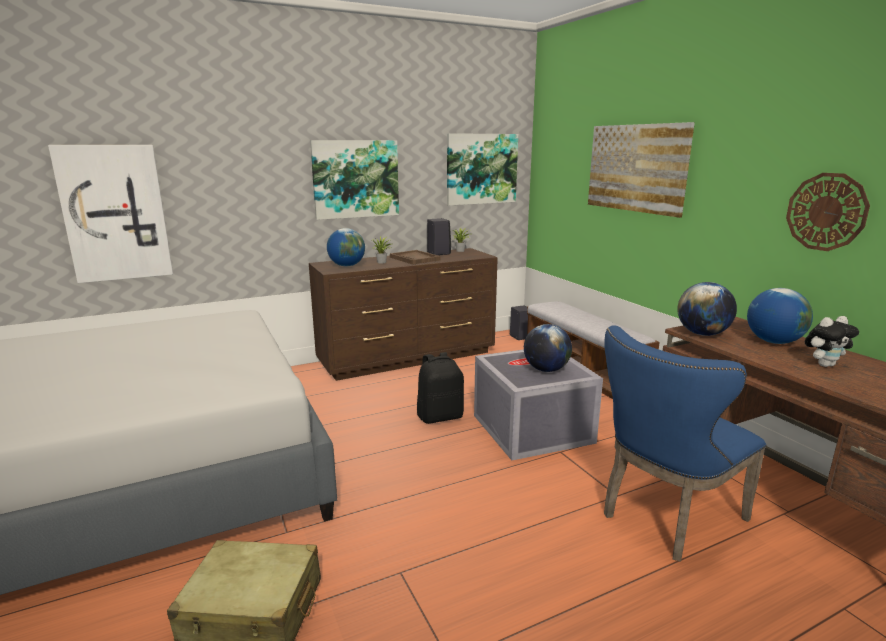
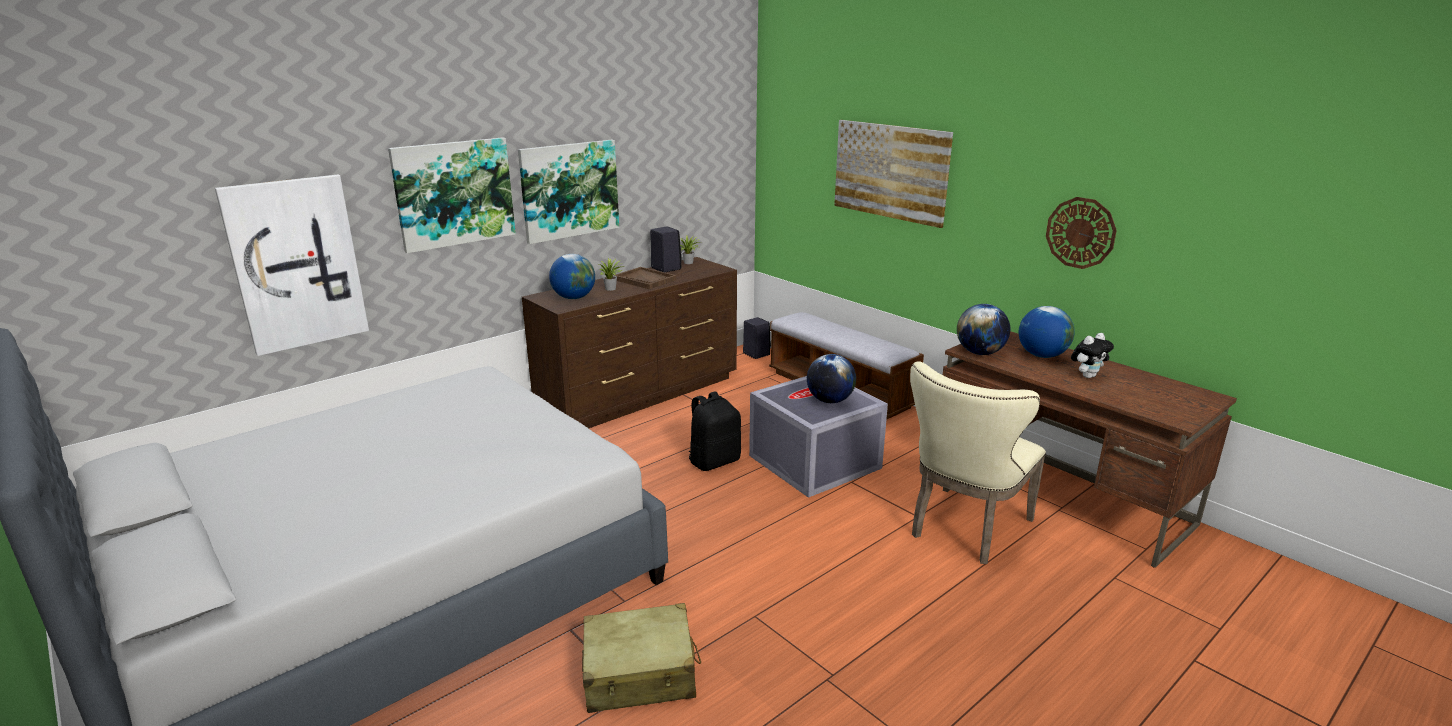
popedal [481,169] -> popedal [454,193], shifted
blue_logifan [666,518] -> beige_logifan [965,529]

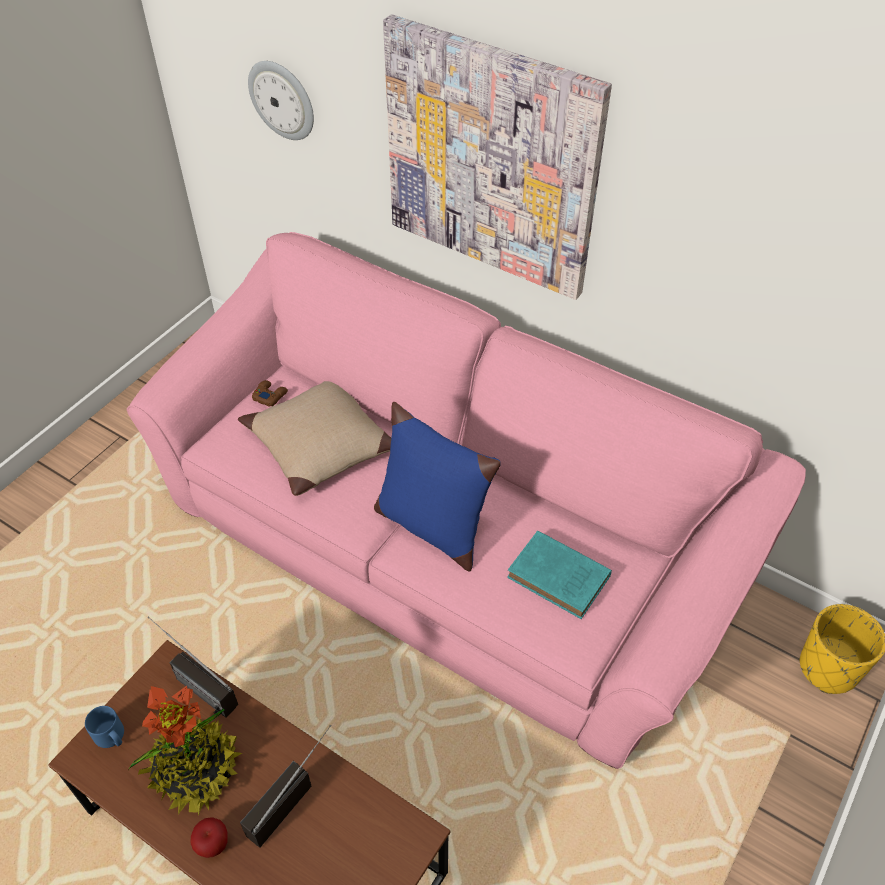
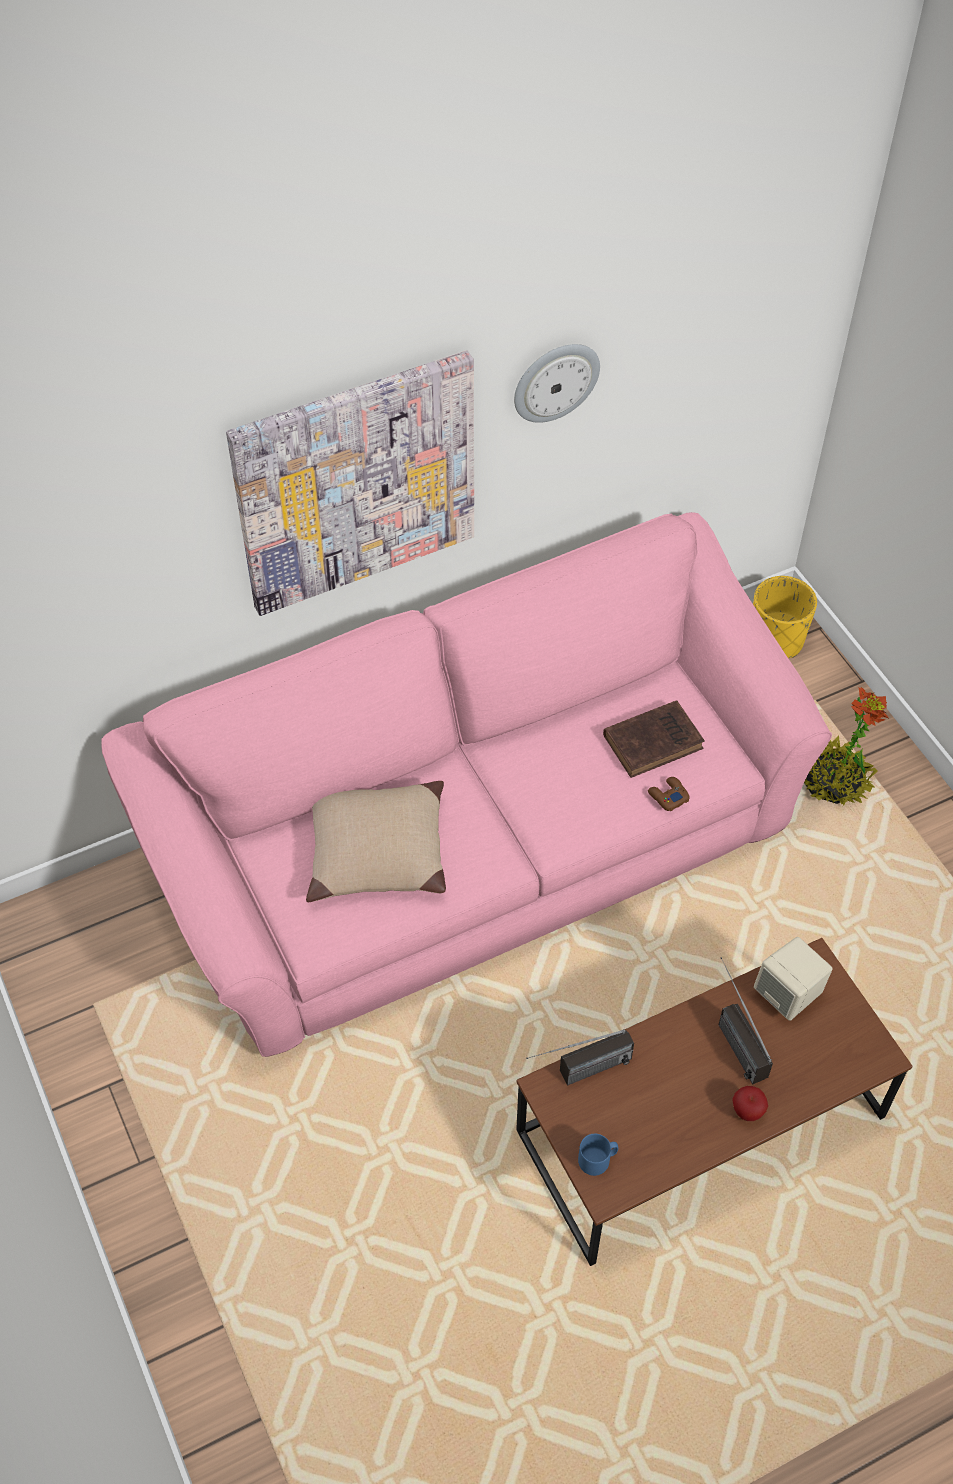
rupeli [196,770] -> rupeli [834,782], shifted
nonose [282,100] -> nonose [555,381], shifted
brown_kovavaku [270,396] -> brown_kovavaku [668,796], shifted
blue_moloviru [431,526] -> none
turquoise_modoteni [561,578] -> brown_modoteni [655,741]
none -> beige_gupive [788,995]

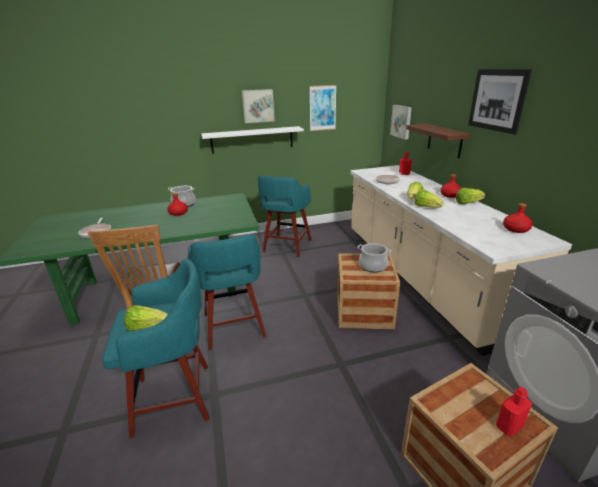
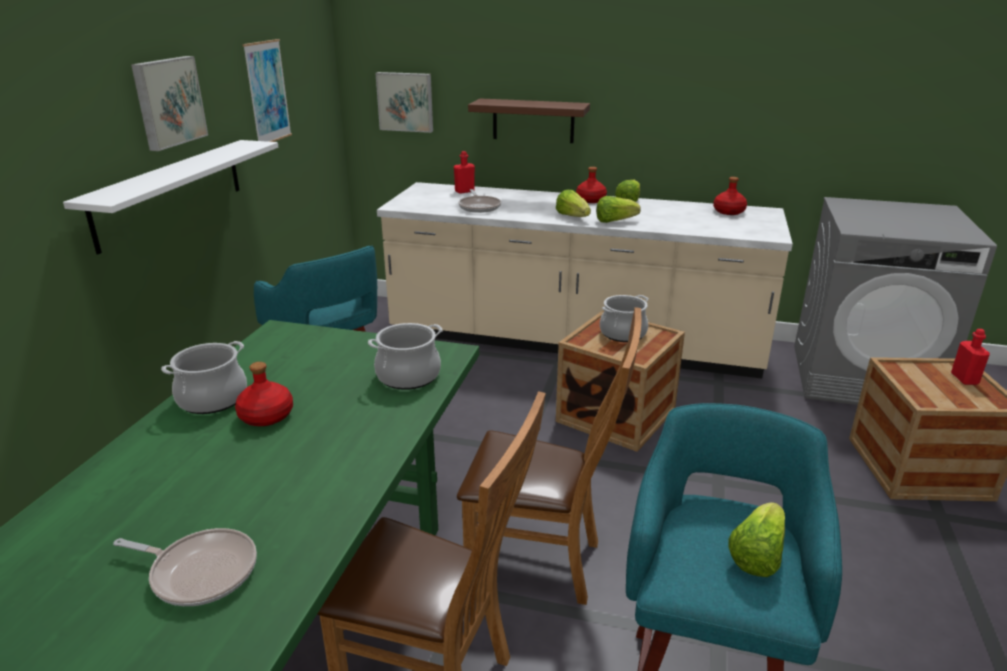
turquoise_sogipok [234,327] -> brown_logifan [543,563]
popedal [497,100] -> none
none -> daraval [408,376]

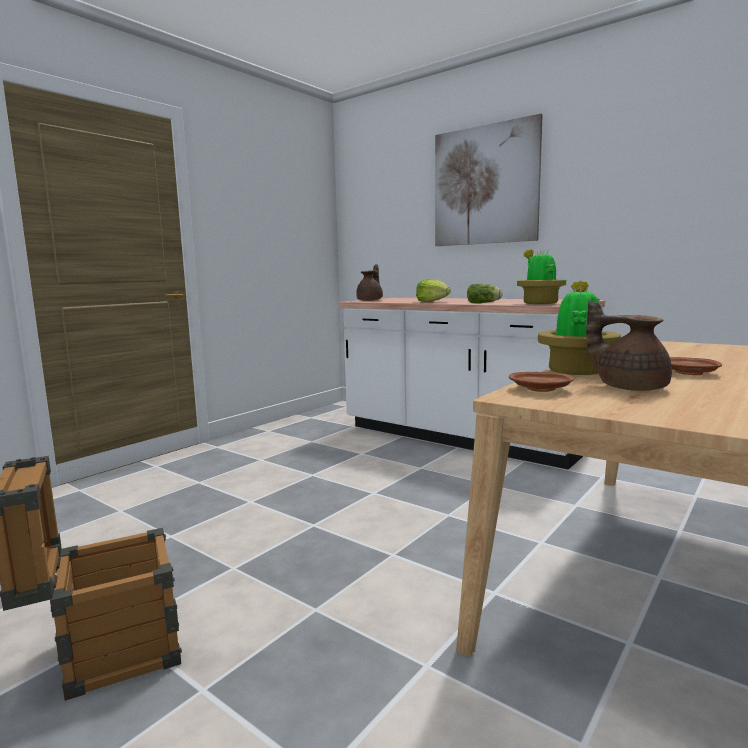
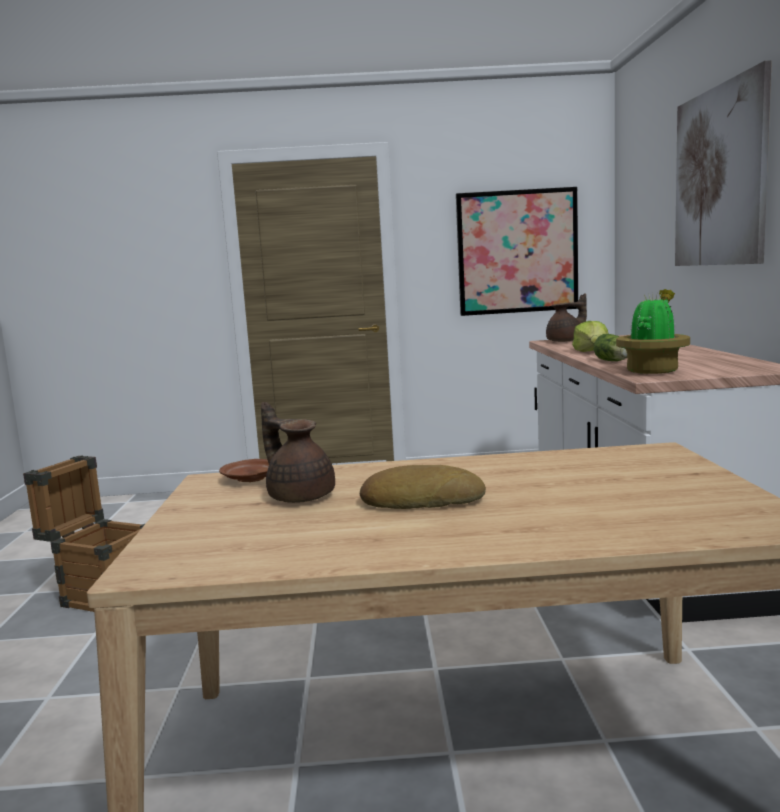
rupeli [576,371] -> none
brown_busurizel [629,387] -> brown_busurizel [300,496], 45 degrees counterclockwise
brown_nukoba [688,373] -> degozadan [421,500]
none -> popedal [517,252]

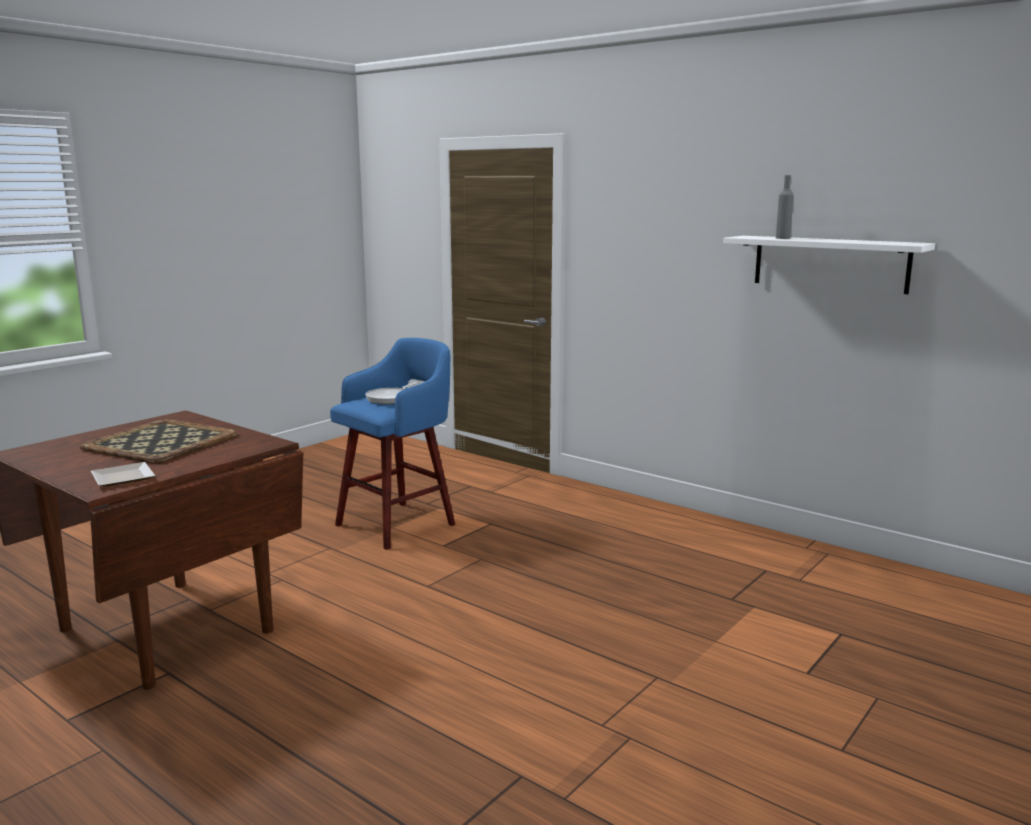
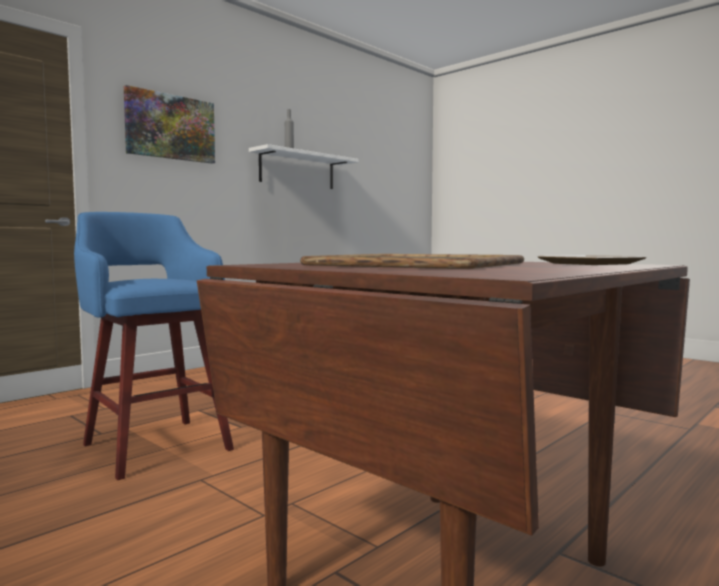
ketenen [391,398] -> none
none -> popedal [170,127]

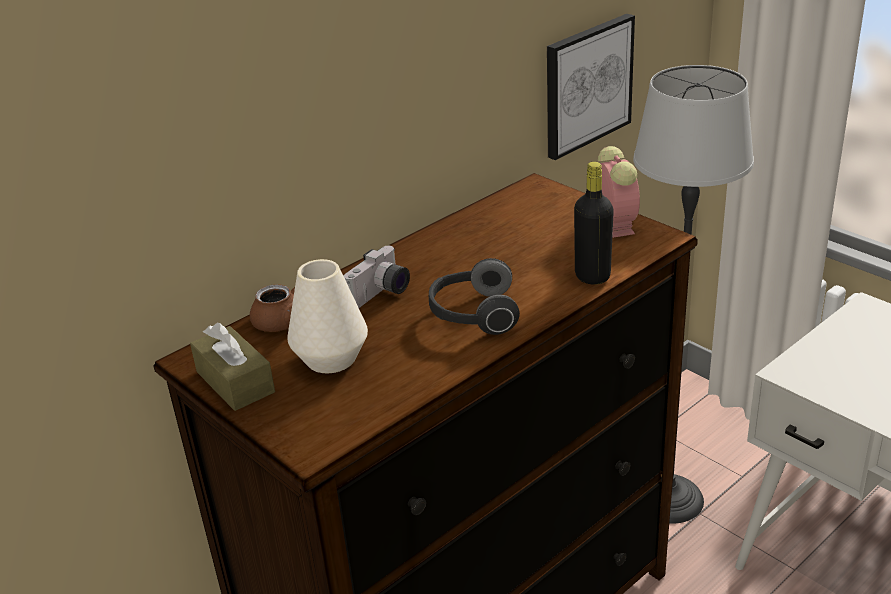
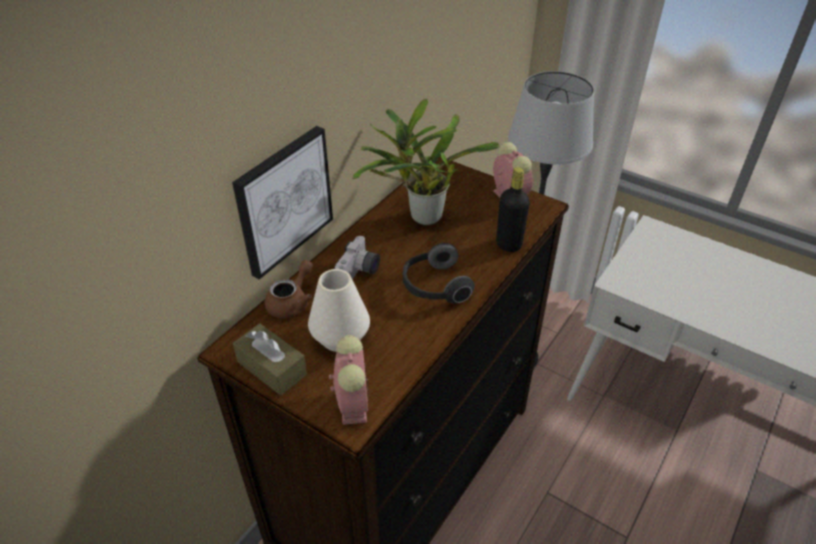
popedal [587,85] -> popedal [283,201], shifted
none -> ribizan [352,402]
none -> rupeli [421,217]

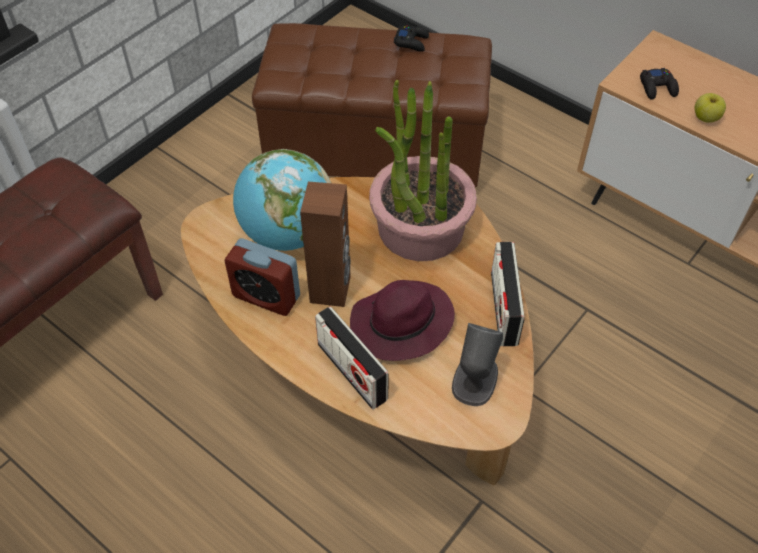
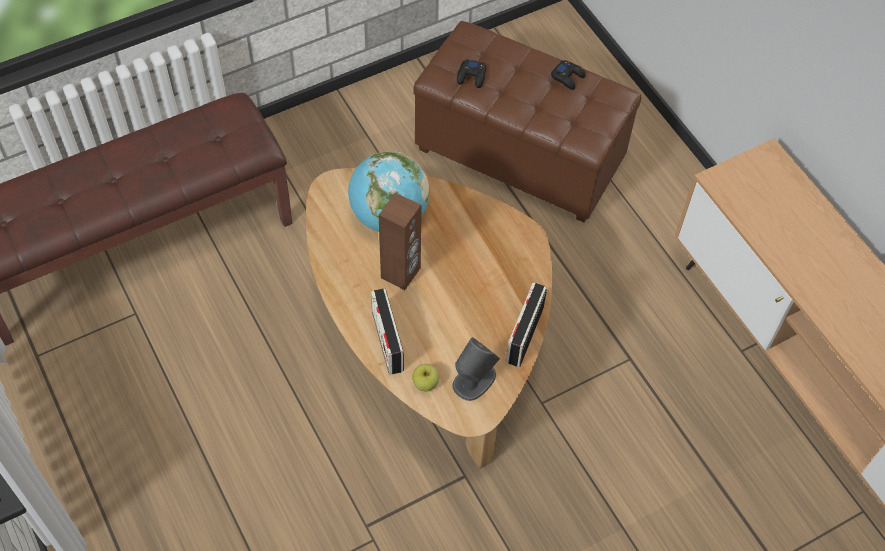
ribizan [266,296] -> none
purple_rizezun [400,325] -> none
rupeli [420,228] -> none
black_kovavaku [657,87] -> black_kovavaku [471,76], shifted
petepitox [706,118] -> petepitox [425,383], shifted

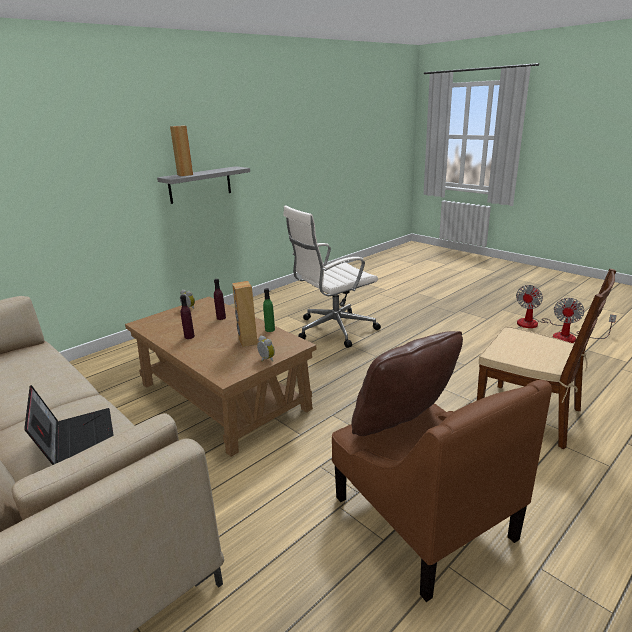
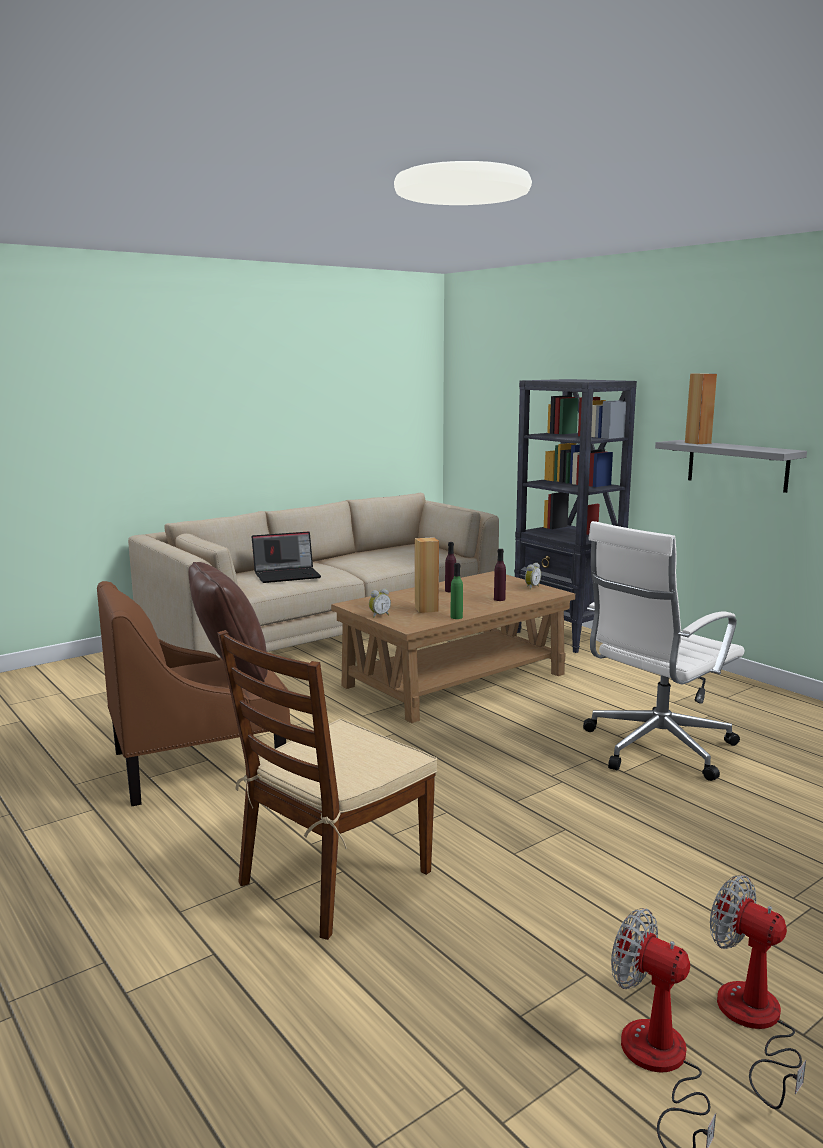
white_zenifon [333,330] -> white_zenifon [655,748], 105 degrees counterclockwise
none -> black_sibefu [567,636]

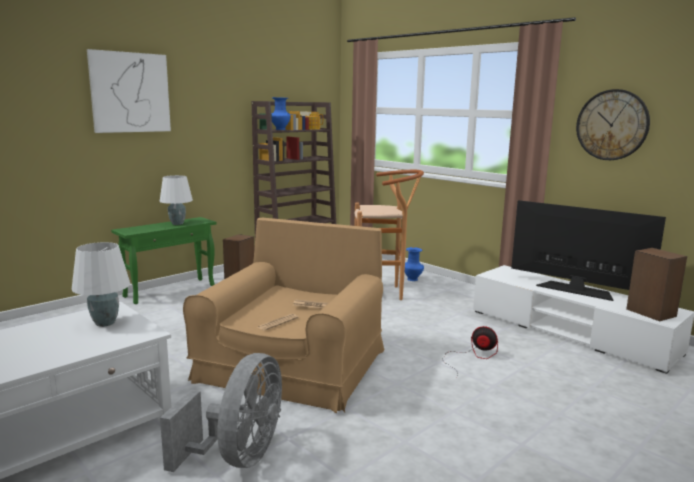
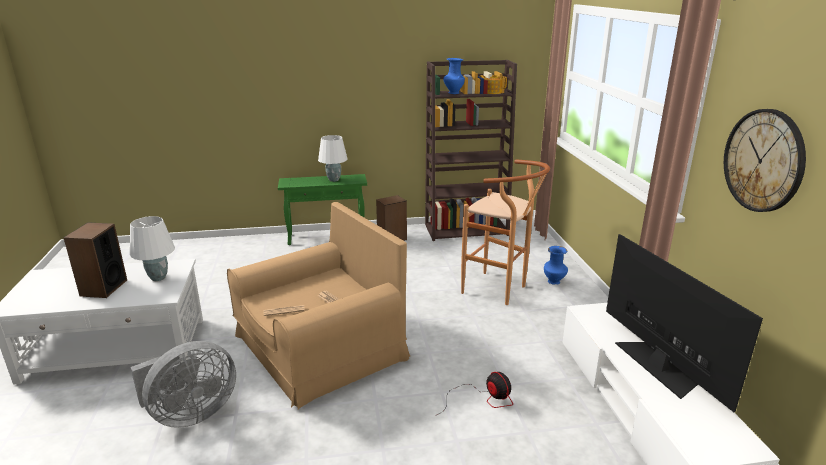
popedal [130,92] -> none
gupive [651,313] -> gupive [103,288], shifted

